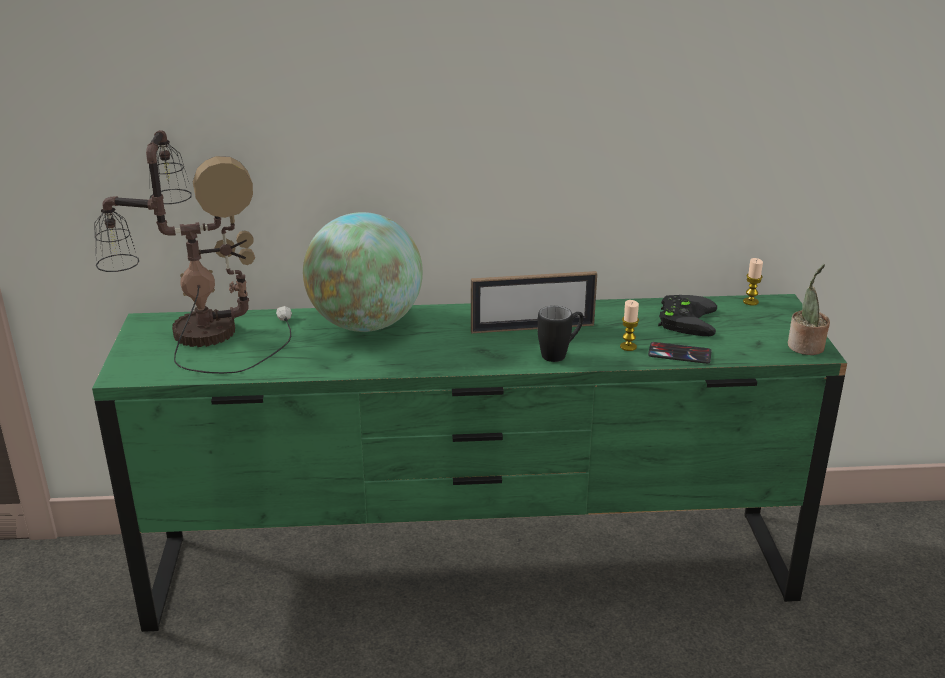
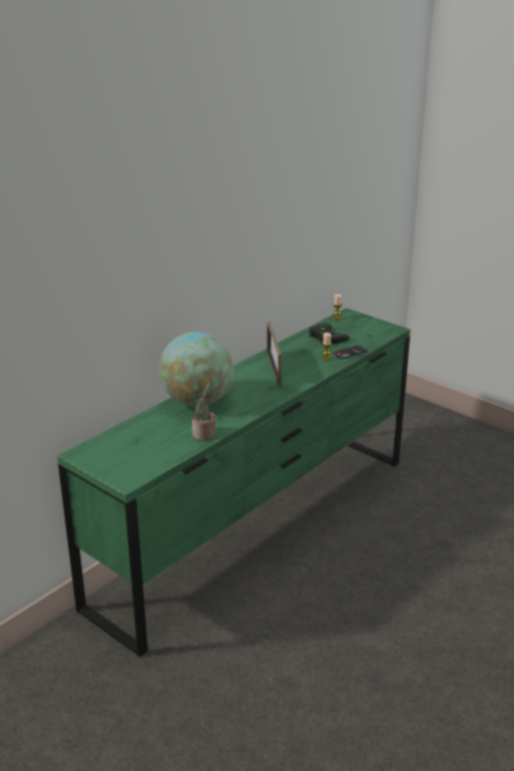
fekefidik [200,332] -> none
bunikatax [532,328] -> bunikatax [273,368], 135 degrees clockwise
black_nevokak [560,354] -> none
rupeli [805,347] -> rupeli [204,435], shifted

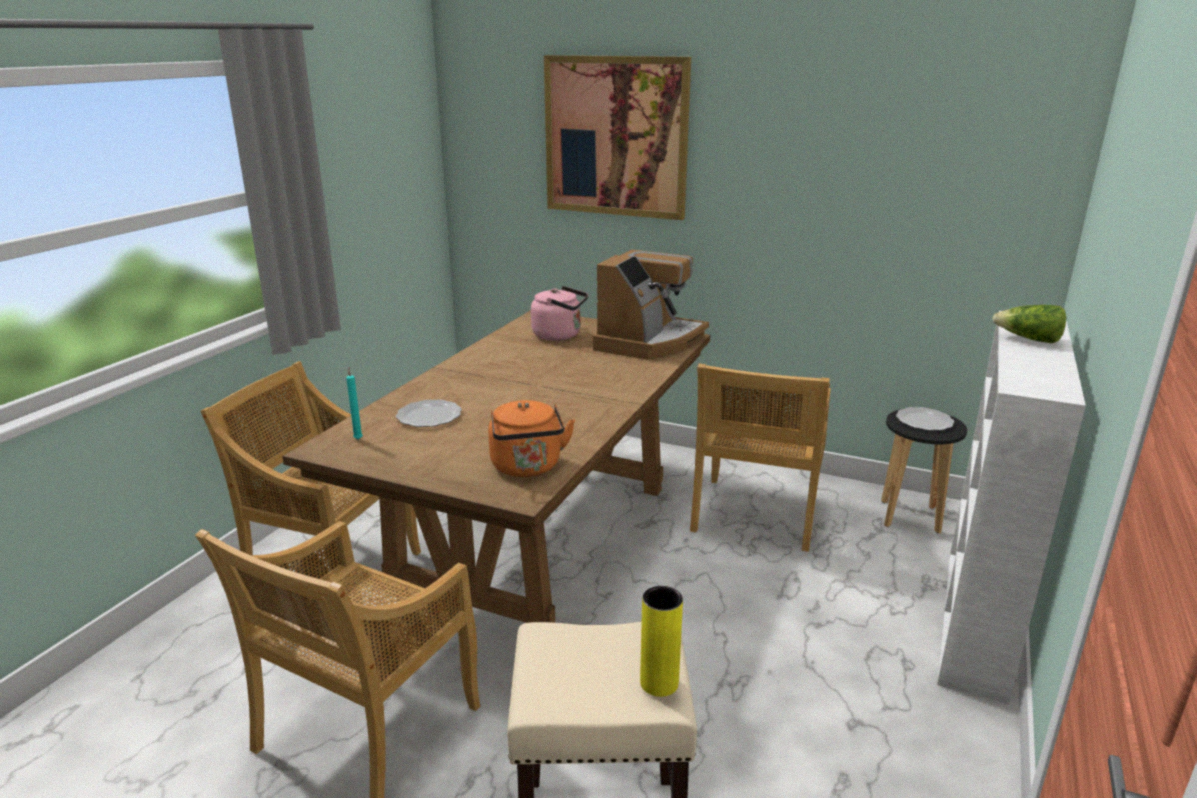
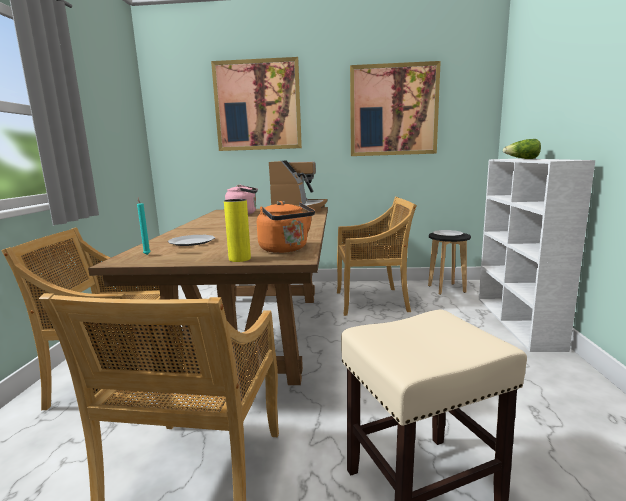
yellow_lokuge [659,683] -> yellow_lokuge [239,259], shifted
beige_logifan [755,515] -> beige_logifan [372,301], 90 degrees counterclockwise
none -> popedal [393,110]

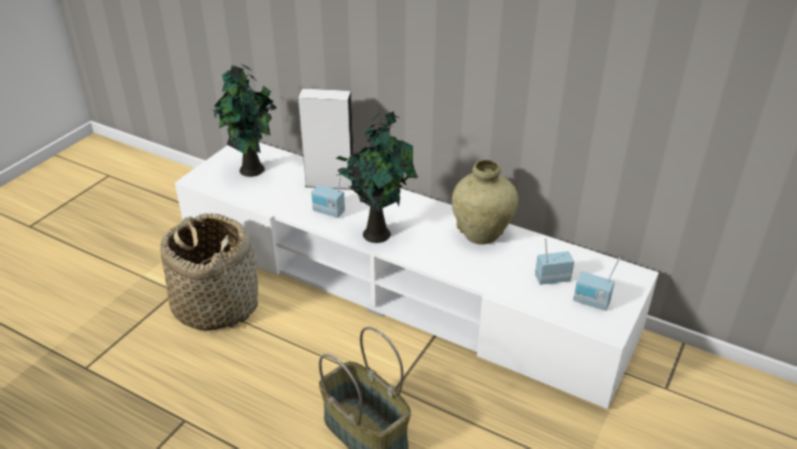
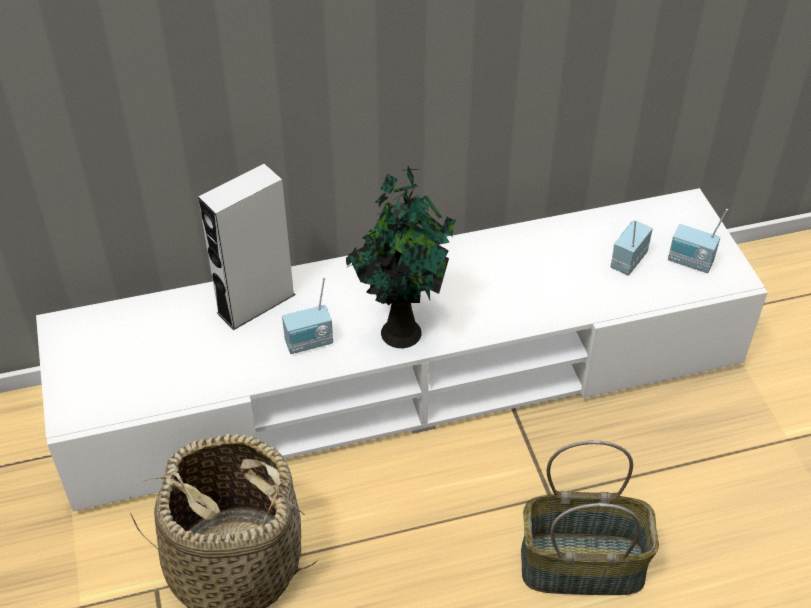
rupeli [253,171] -> none
beige_lokuge [482,234] -> none
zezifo [591,303] -> zezifo [690,263], 45 degrees clockwise

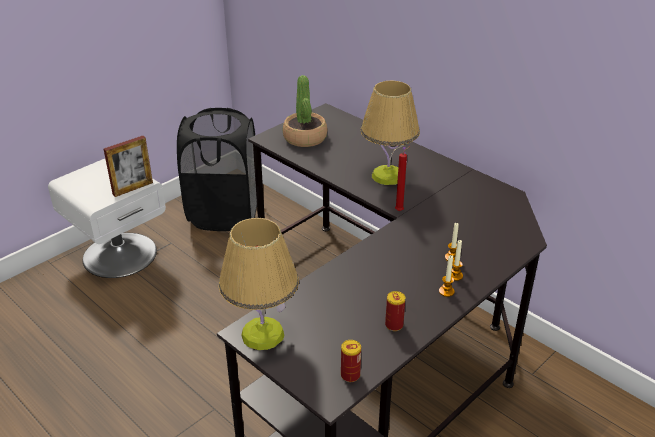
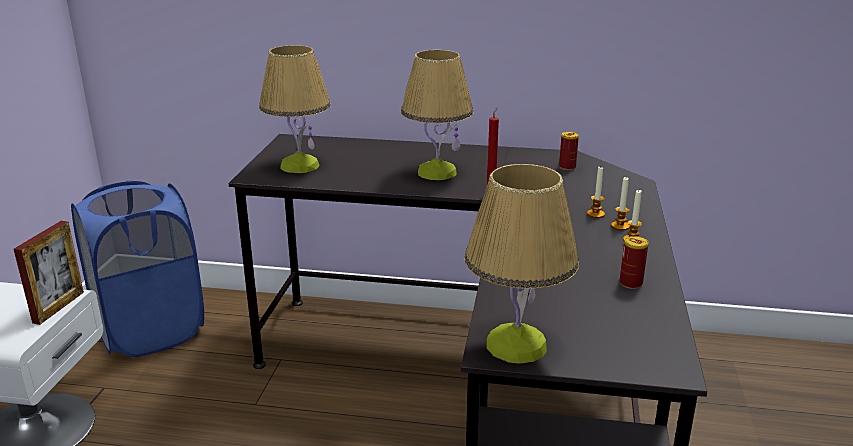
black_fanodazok [224,213] -> blue_fanodazok [150,330]
rupeli [305,138] -> fekefidik [299,165]
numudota [350,375] -> numudota [567,167], shifted

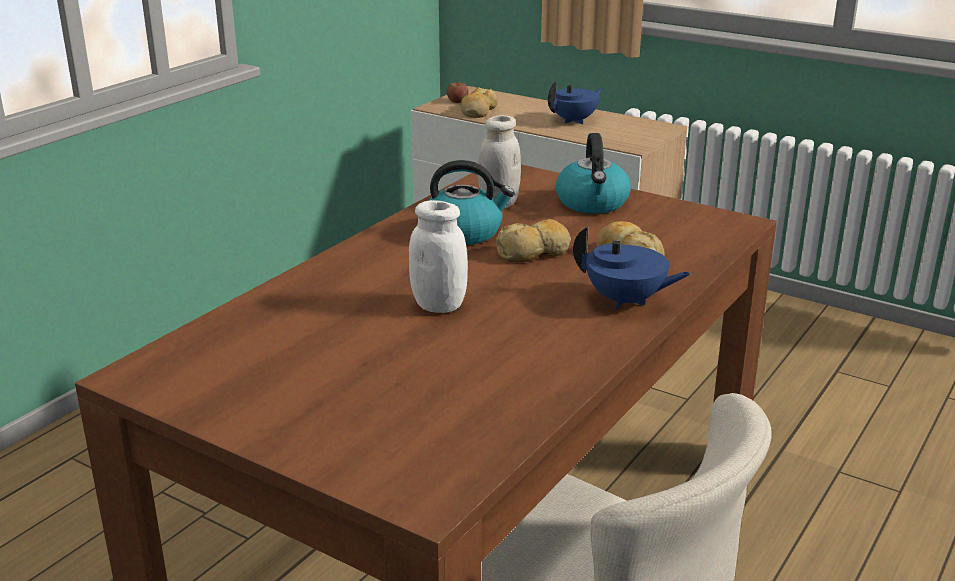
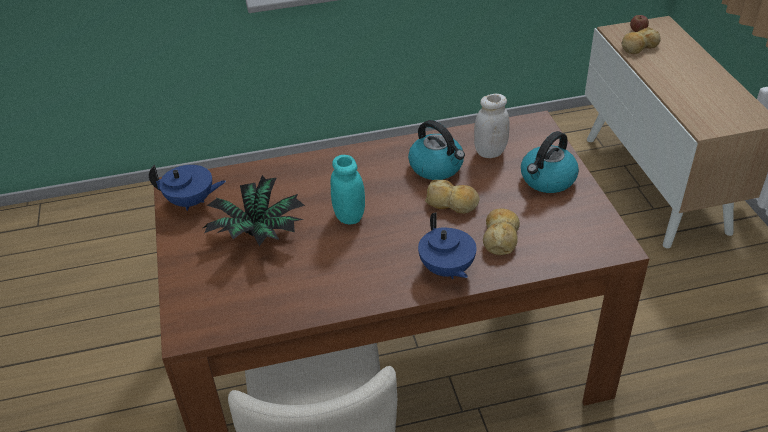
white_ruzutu [439,305] -> turquoise_ruzutu [349,216]
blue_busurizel [574,120] -> blue_busurizel [191,202], shifted
none -> rupeli [257,233]

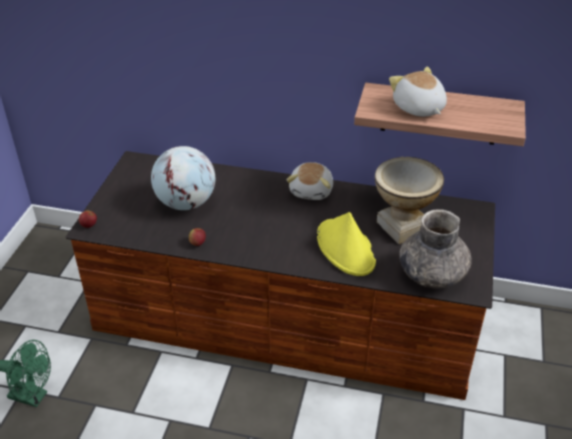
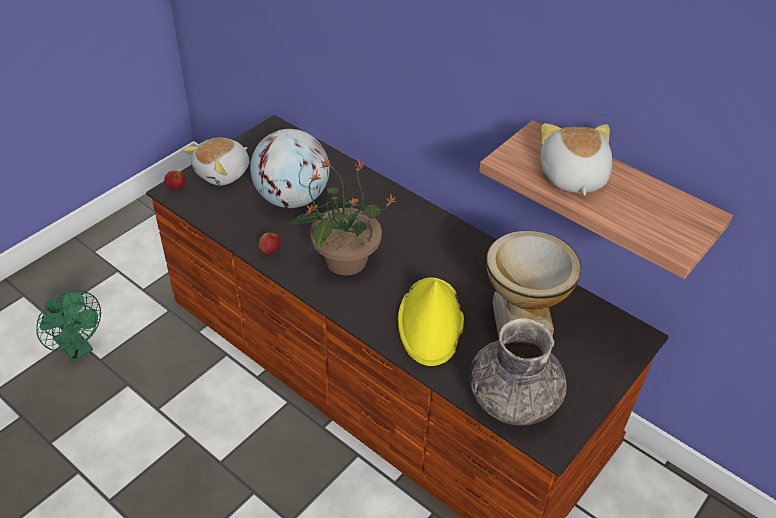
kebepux [312,191] -> kebepux [223,173], shifted
none -> rupeli [344,260]

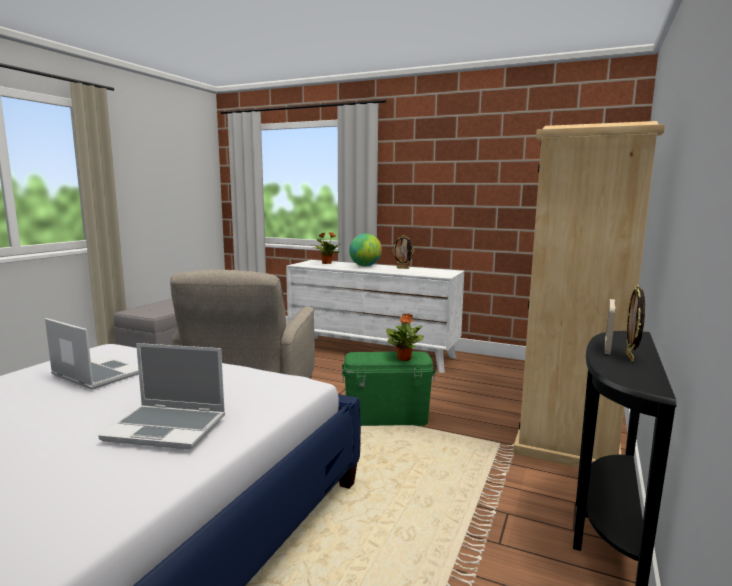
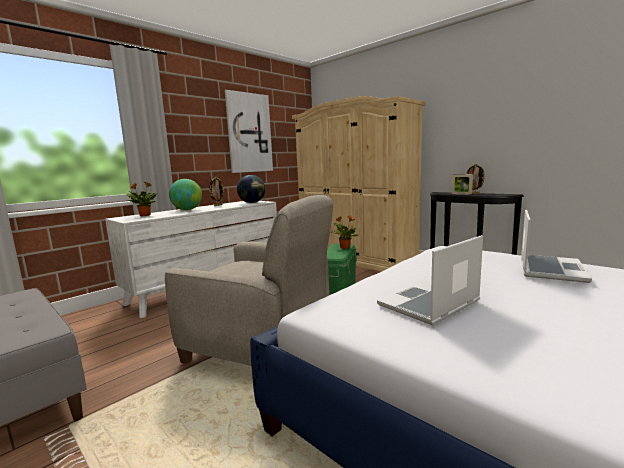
none -> popedal [249,133]
none -> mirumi [252,203]

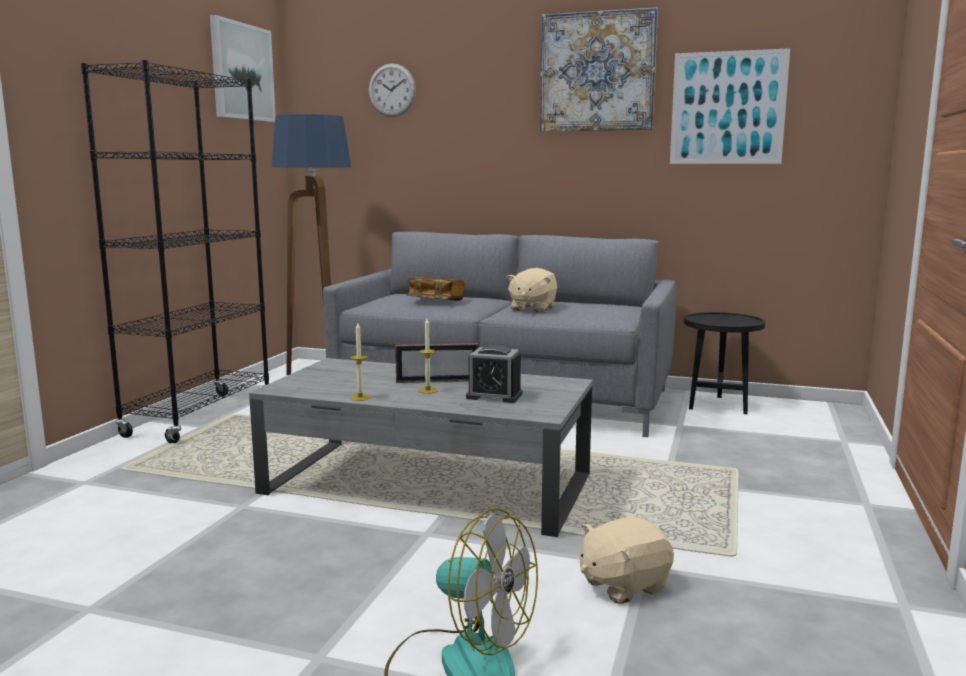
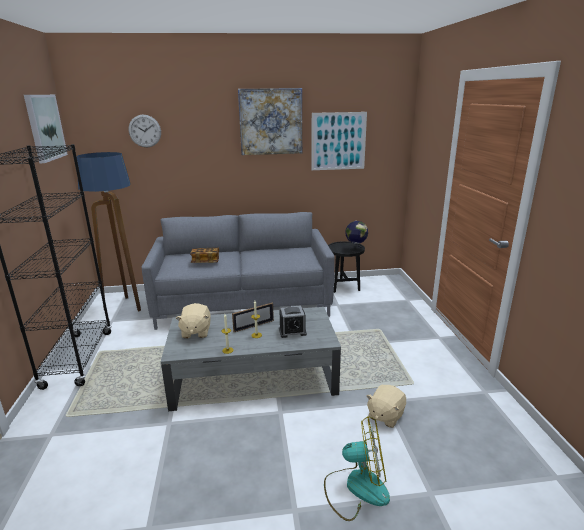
beige_kebepux [532,308] -> beige_kebepux [195,332], shifted
none -> mirumi [356,249]

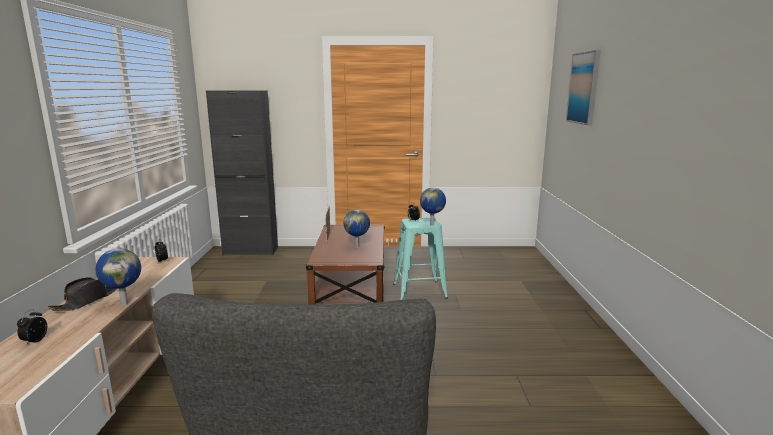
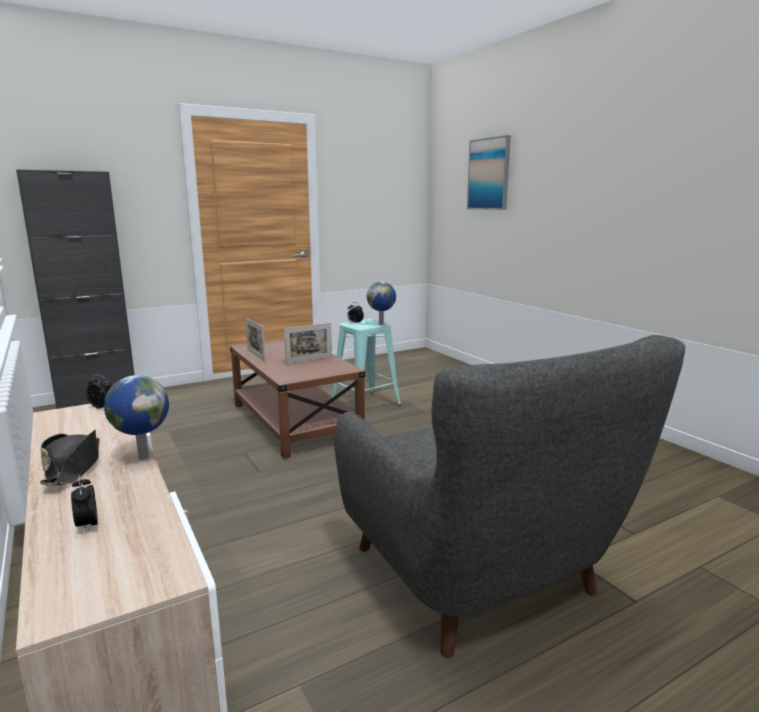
mirumi [357,247] -> bunikatax [309,360]

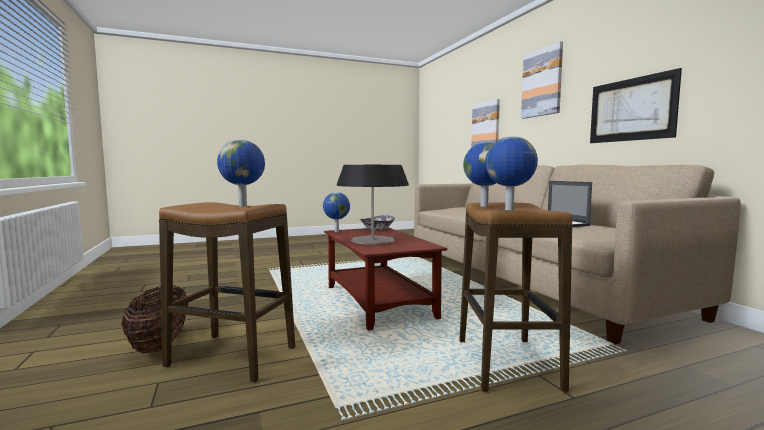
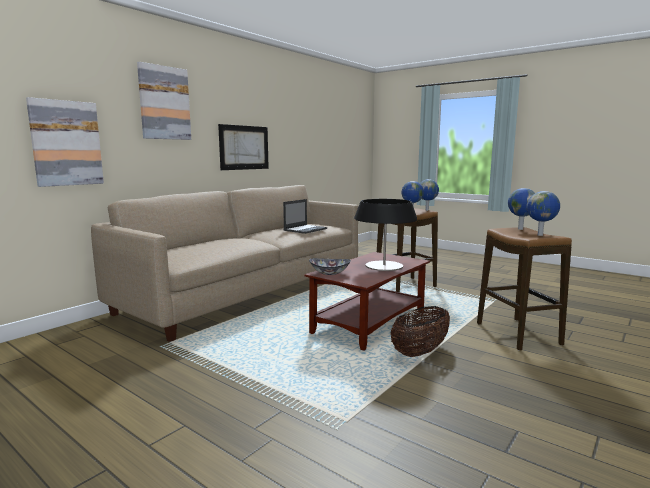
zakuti [160,344] -> zakuti [420,352], shifted
mirumi [336,231] -> mirumi [540,235], shifted

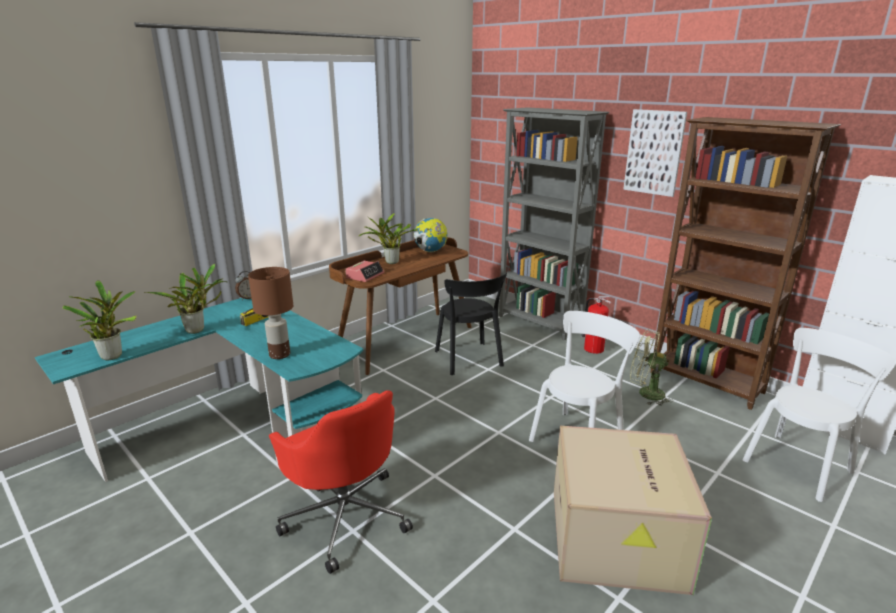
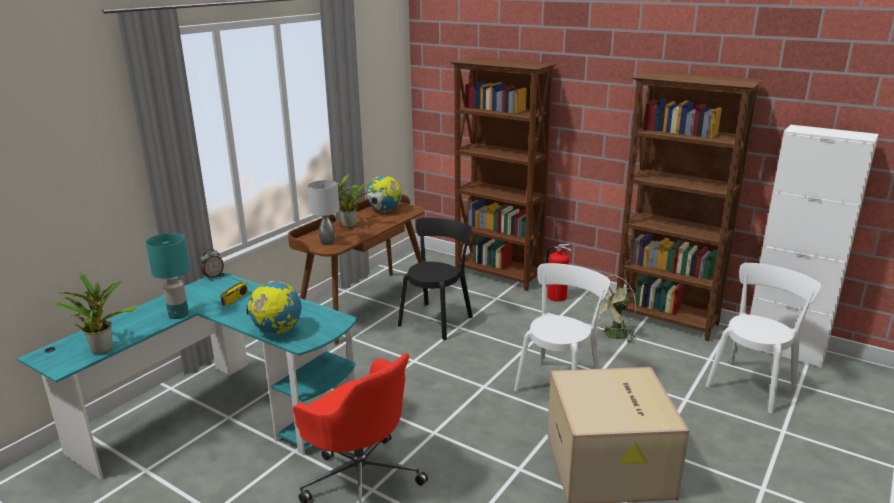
rupeli [198,330] -> turquoise_fekefidik [178,314]
brown_fekefidik [280,354] -> mirumi [277,331]
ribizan [365,276] -> grey_fekefidik [327,242]
black_logifan [469,360] -> black_logifan [437,319], 120 degrees counterclockwise
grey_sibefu [540,323] -> brown_sibefu [498,275]
popedal [654,152] -> none
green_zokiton [645,393] -> green_zokiton [612,335], 45 degrees counterclockwise

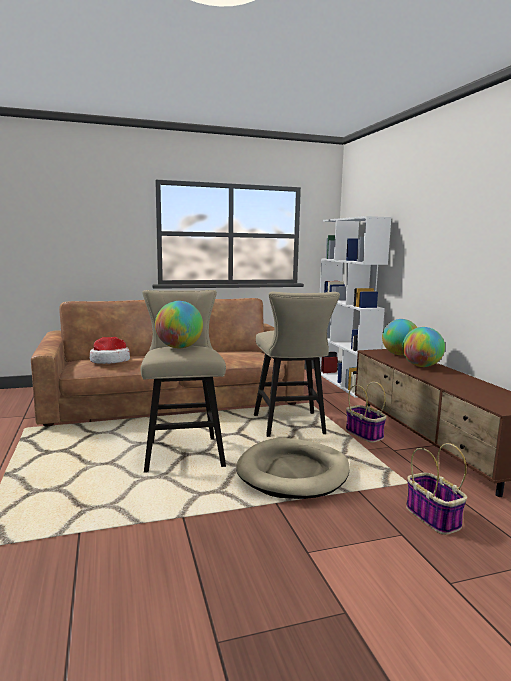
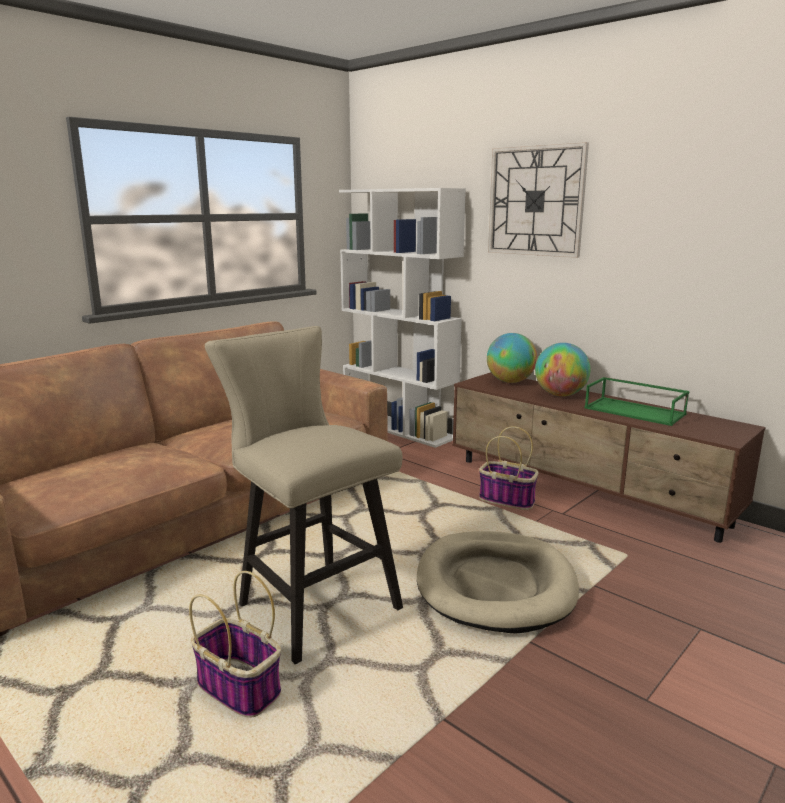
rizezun [110,361] -> none
mirumi [179,347] -> none
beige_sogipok [291,427] -> none
zakuti [434,517] -> zakuti [240,689], shifted
none -> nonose [536,201]
none -> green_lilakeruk [635,411]

